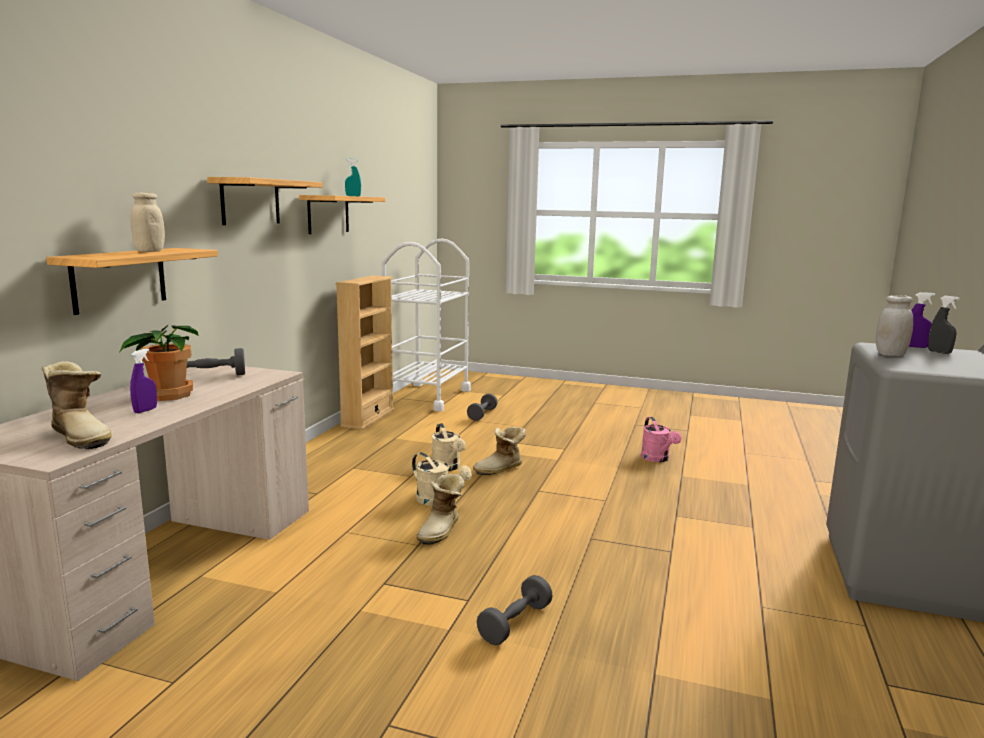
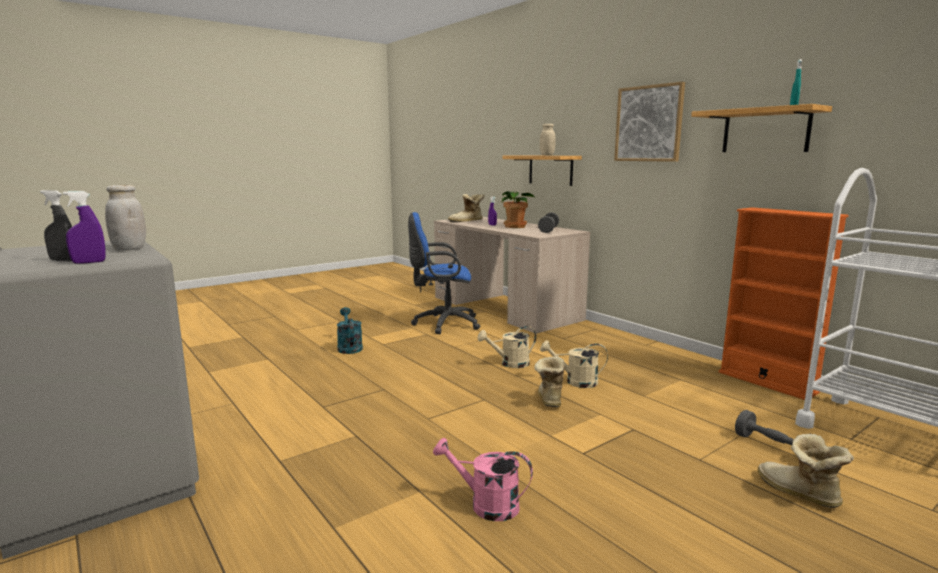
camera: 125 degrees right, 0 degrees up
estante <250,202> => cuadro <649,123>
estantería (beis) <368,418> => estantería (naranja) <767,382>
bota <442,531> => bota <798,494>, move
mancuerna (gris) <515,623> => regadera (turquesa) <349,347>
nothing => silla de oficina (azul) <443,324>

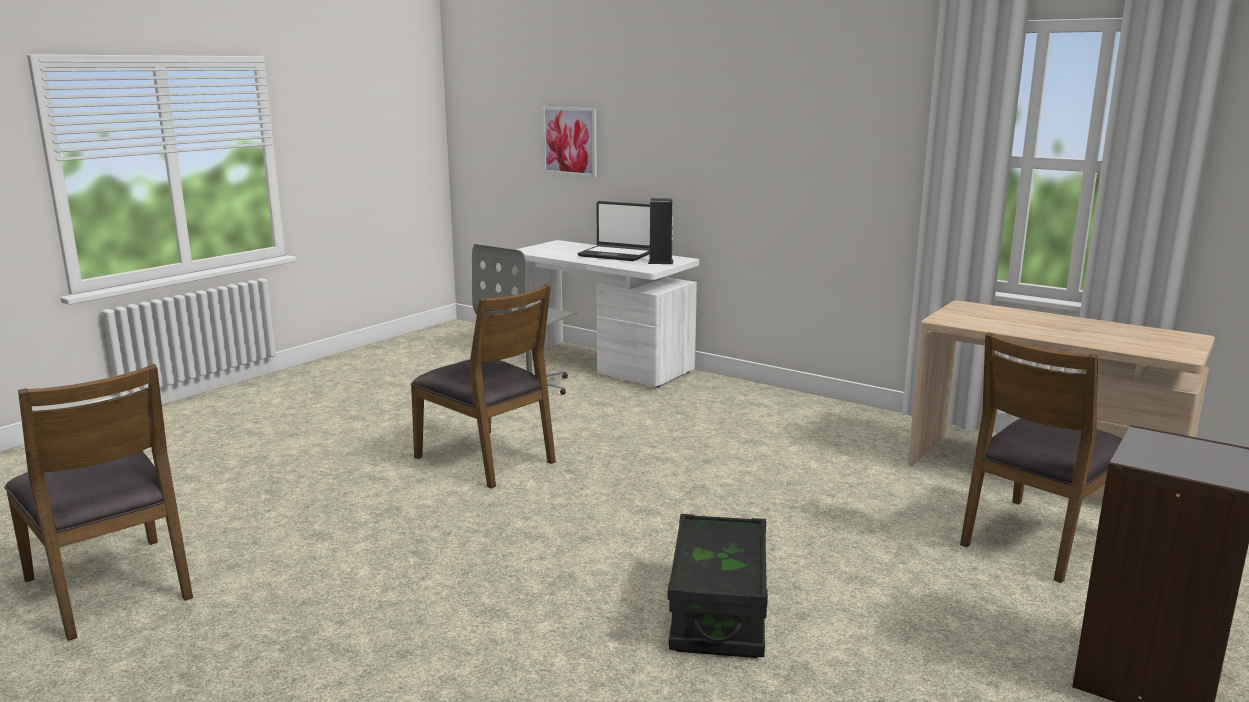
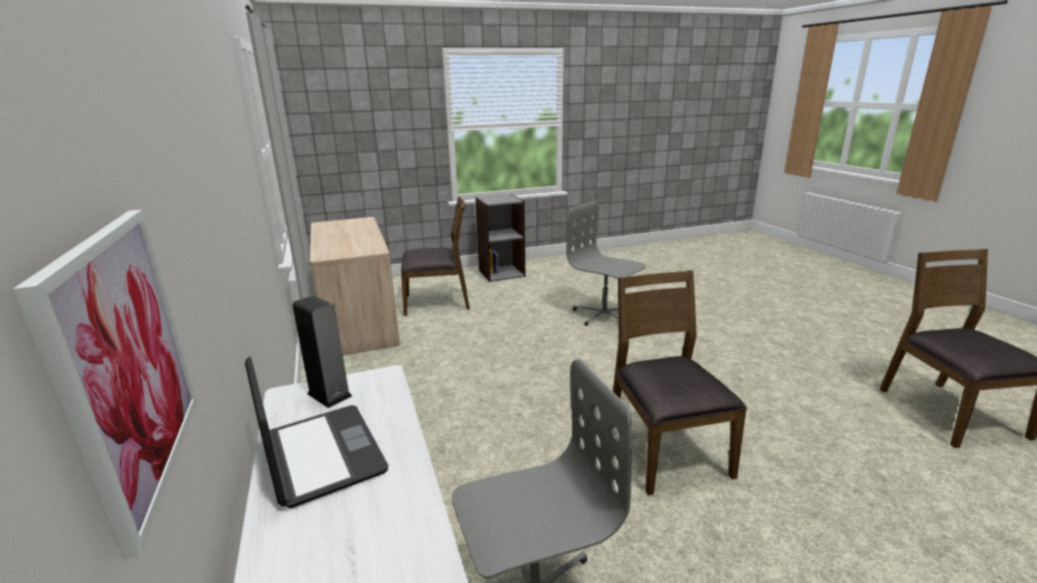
camera: 145 degrees left, 5 degrees up
caja de almacenaje (negro) <718,612> => silla de oficina (gris) <604,315>

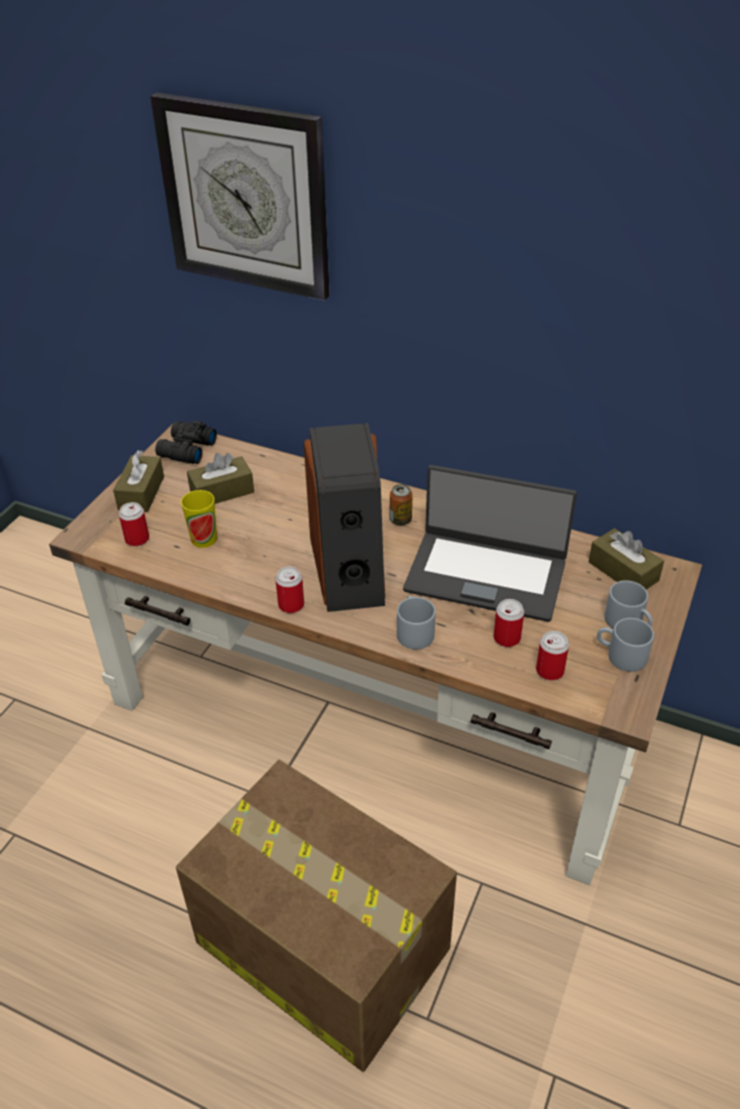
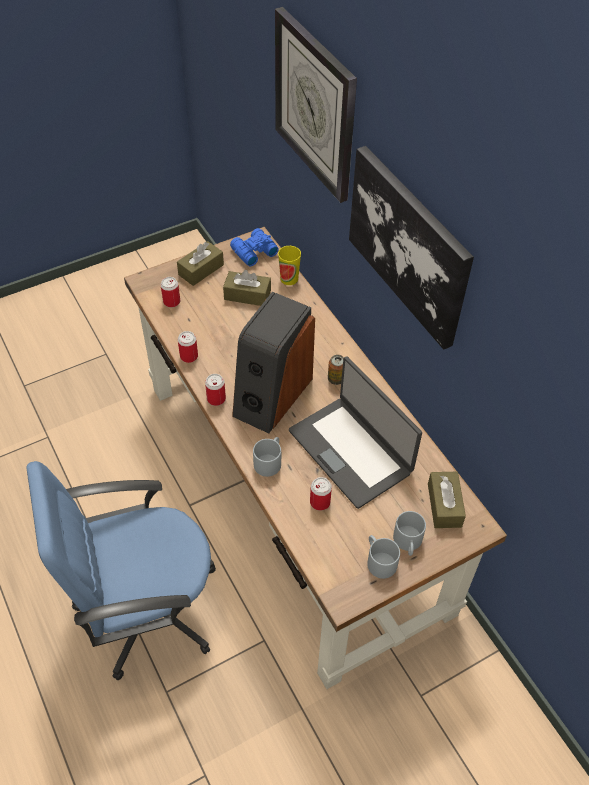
camera: 35 degrees right, 10 degrees up
prismáticos (negro) <185,450> => prismáticos (azul) <253,252>
caja de cartón <319,943> => silla de oficina (azul) <146,608>
taza <204,539> => taza <289,278>, move
lata <549,670> => lata <189,356>, move
nothing => cuadro <409,245>

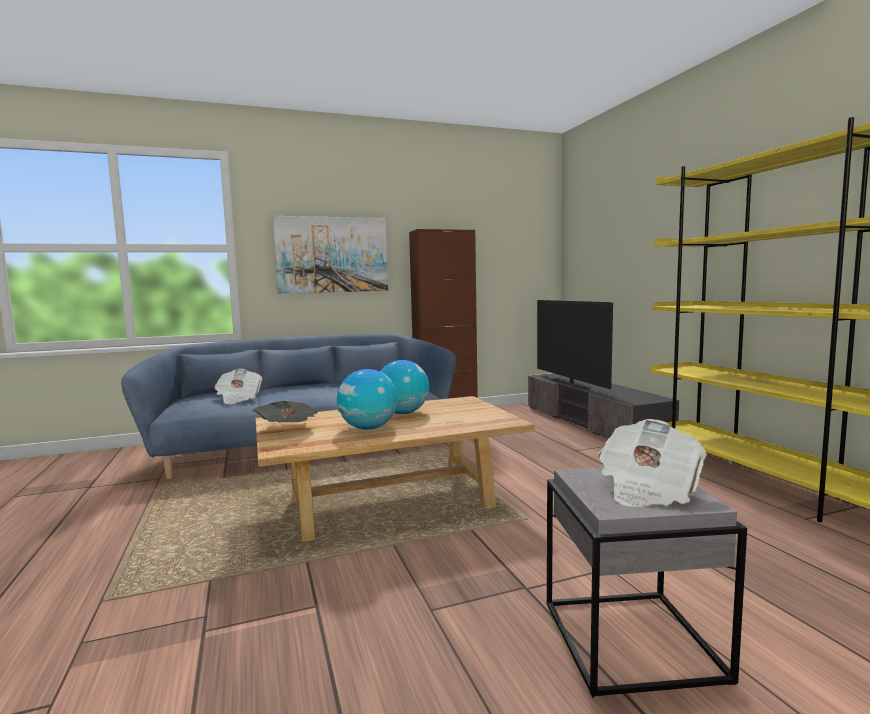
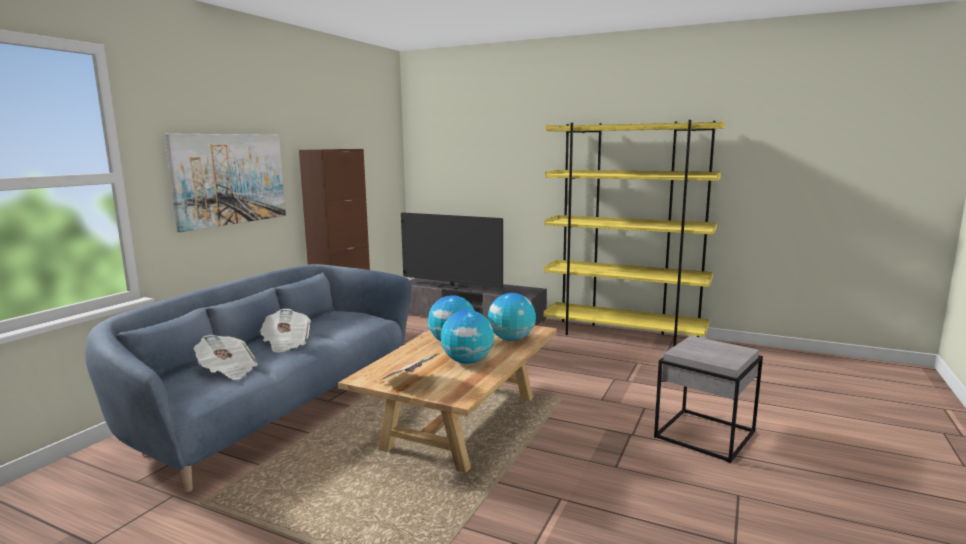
camera: 45 degrees left, 5 degrees up
periódico <647,489> => periódico <286,343>, move
nothing => globo terráqueo <511,339>

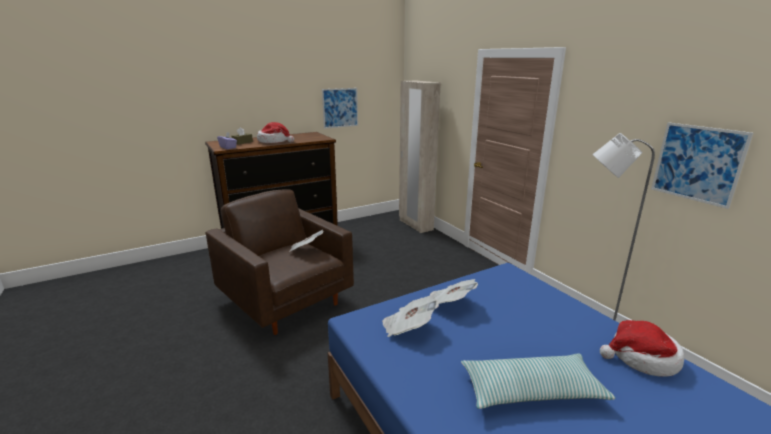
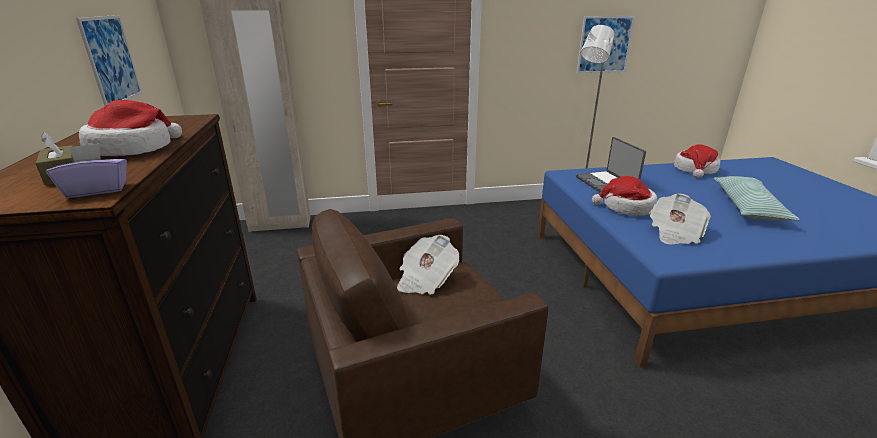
camera: 70 degrees left, 5 degrees up
periódico <449,303> => sombrero <626,207>
nothing => portátil <606,183>

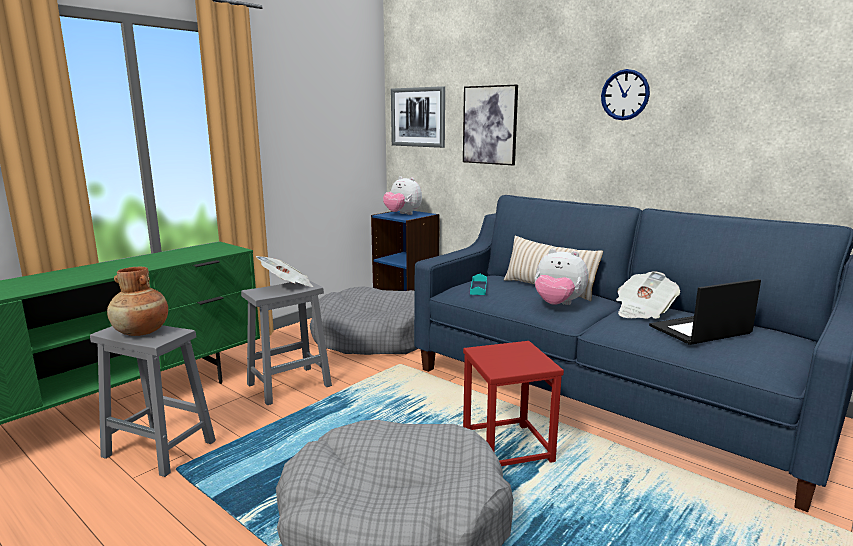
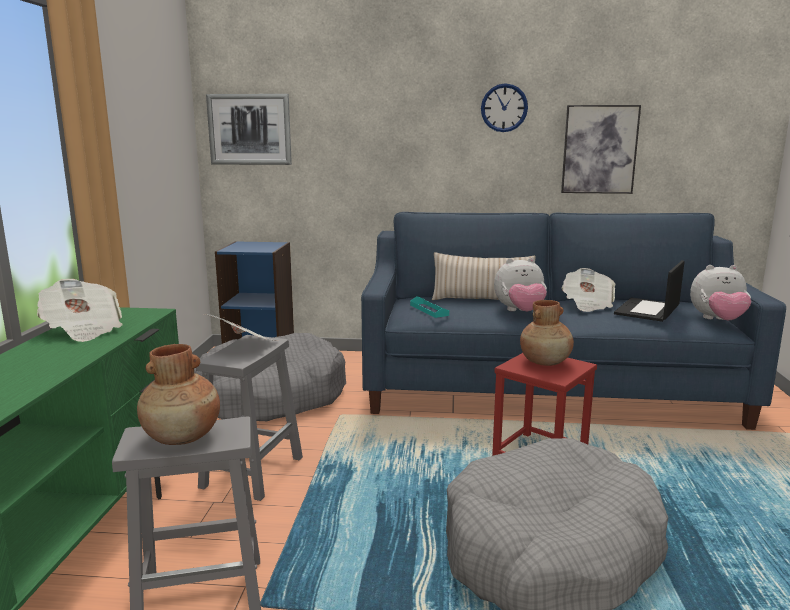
camera: 35 degrees left, 0 degrees up
peluche <402,214> => peluche <717,320>, move
cuadro <490,125> => cuadro <599,149>, move
nothing => periódico <83,330>
nothing => florero (marrón) <545,362>

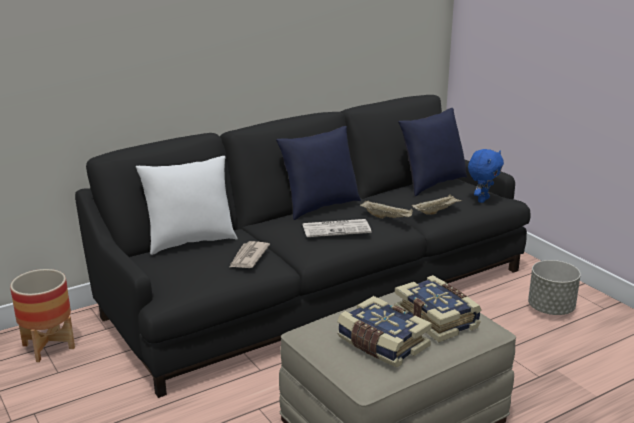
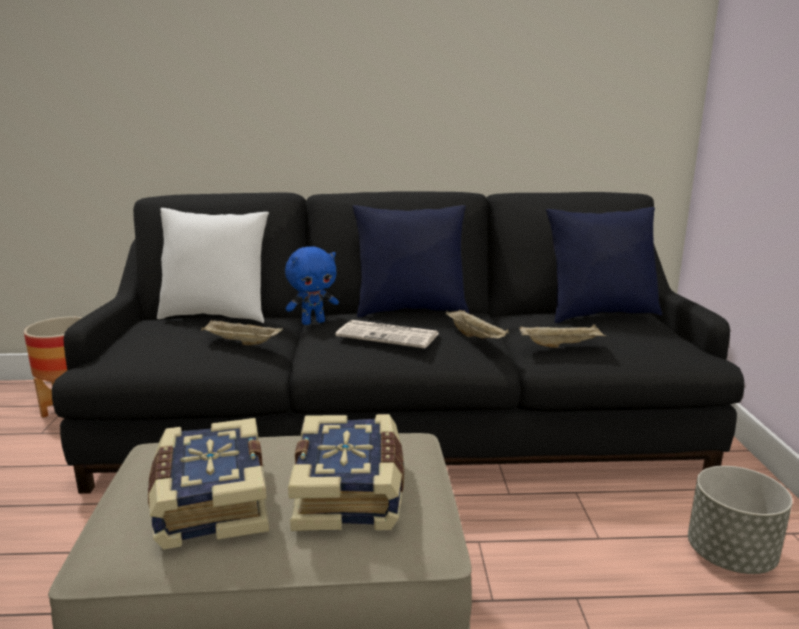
camera: 30 degrees right, 5 degrees down
periódico <248,257> => bandeja (beis) <240,343>
peluche (azul) <482,200> => peluche (azul) <313,322>, move

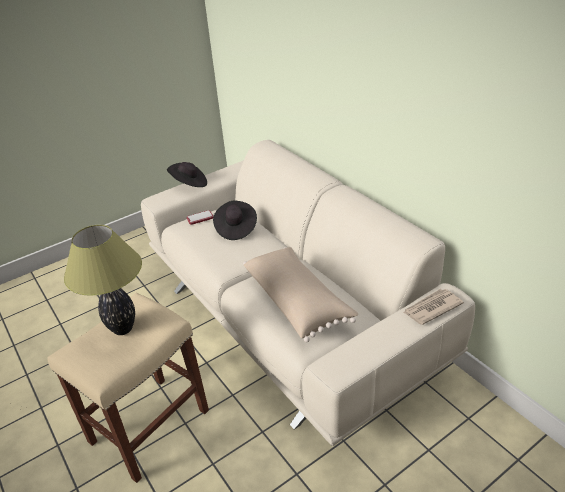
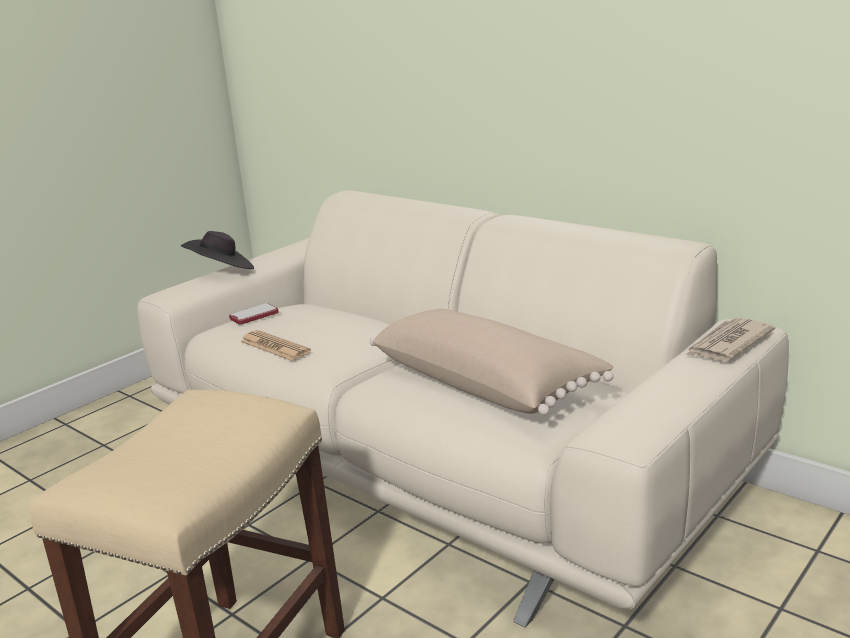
camera: 15 degrees left, 15 degrees down
lámpara de mesa <123,329> => nothing
sombrero (negro) <235,228> => nothing
nothing => periódico <274,346>

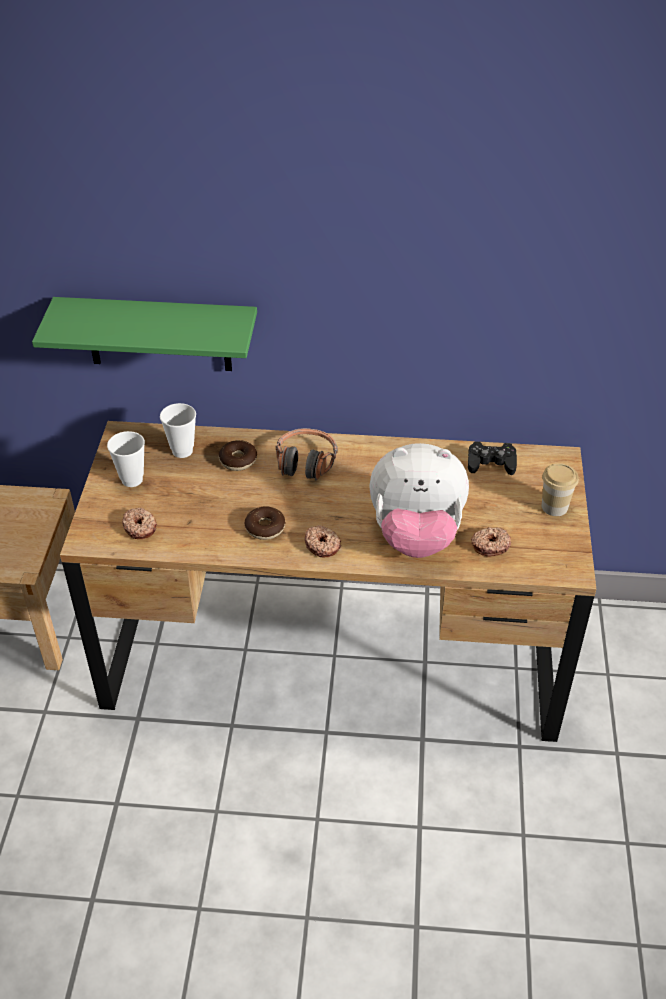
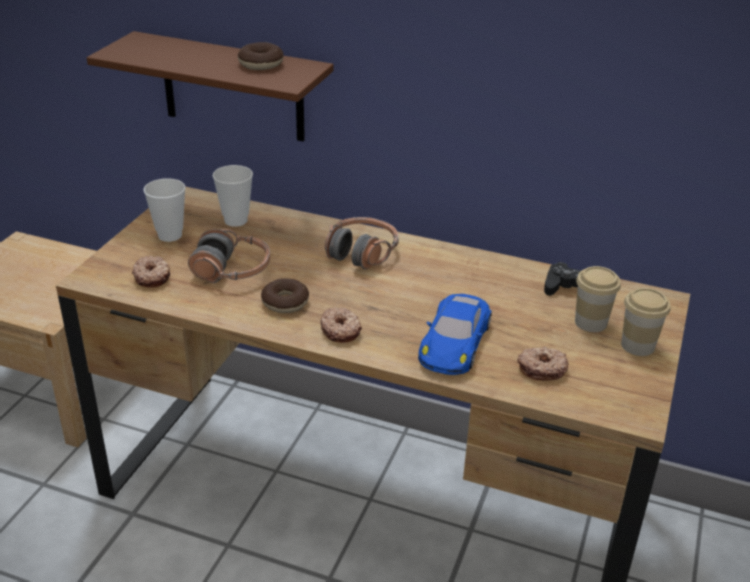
camera: 15 degrees right, 10 degrees down
estante (verde) <158,334> => estante (marrón) <233,88>
rosquilla <238,460> => rosquilla <261,64>, move
peluche <416,535> => coche de juguete (azul) <455,342>
nothing => auriculares <232,270>
nothing => taza <590,322>

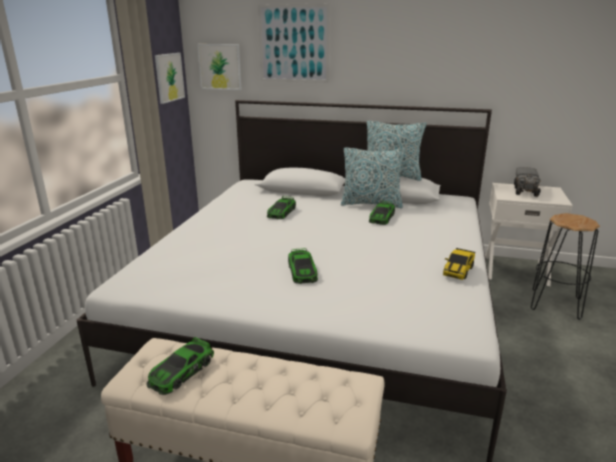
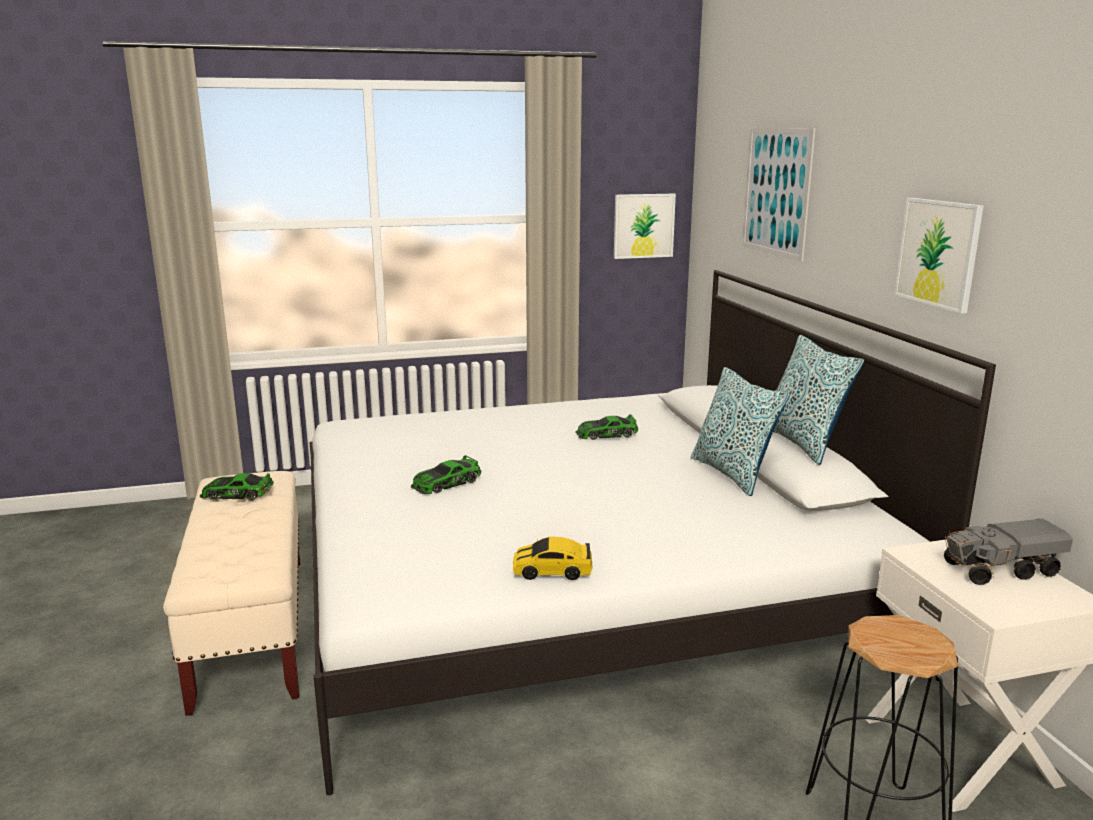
camera: 60 degrees right, 5 degrees down
cuadro <220,66> => cuadro <938,253>, move
coche de juguete <382,217> => nothing

